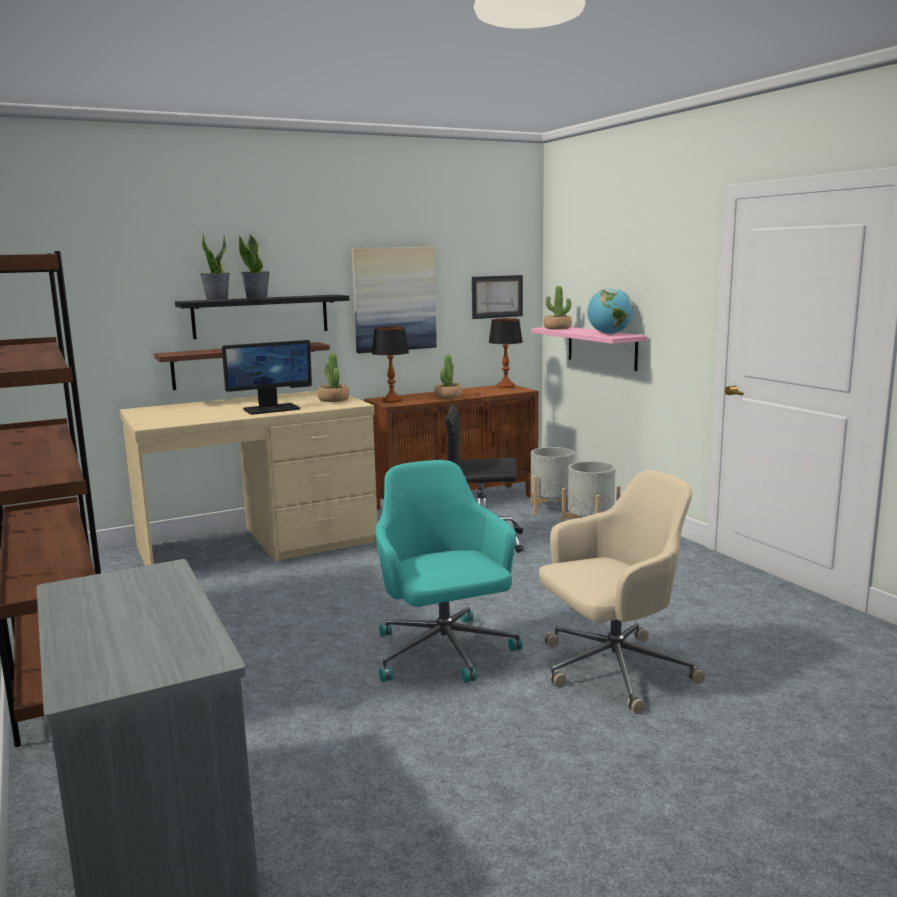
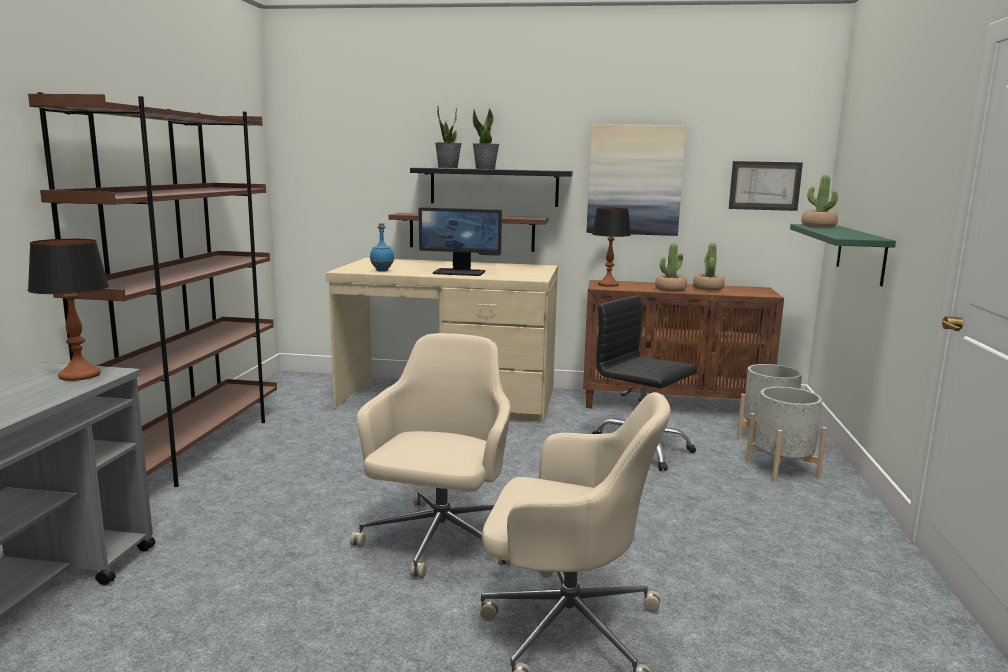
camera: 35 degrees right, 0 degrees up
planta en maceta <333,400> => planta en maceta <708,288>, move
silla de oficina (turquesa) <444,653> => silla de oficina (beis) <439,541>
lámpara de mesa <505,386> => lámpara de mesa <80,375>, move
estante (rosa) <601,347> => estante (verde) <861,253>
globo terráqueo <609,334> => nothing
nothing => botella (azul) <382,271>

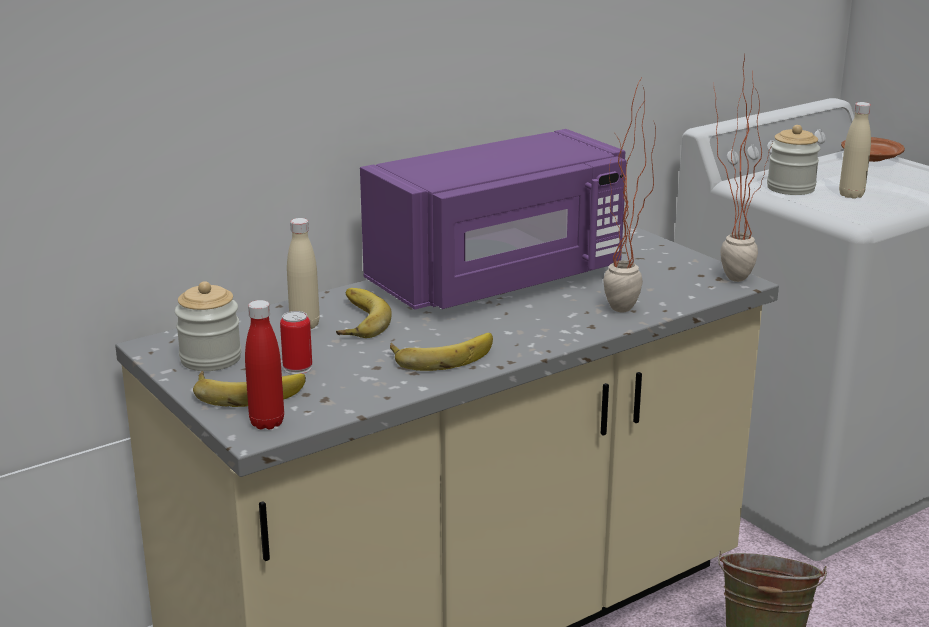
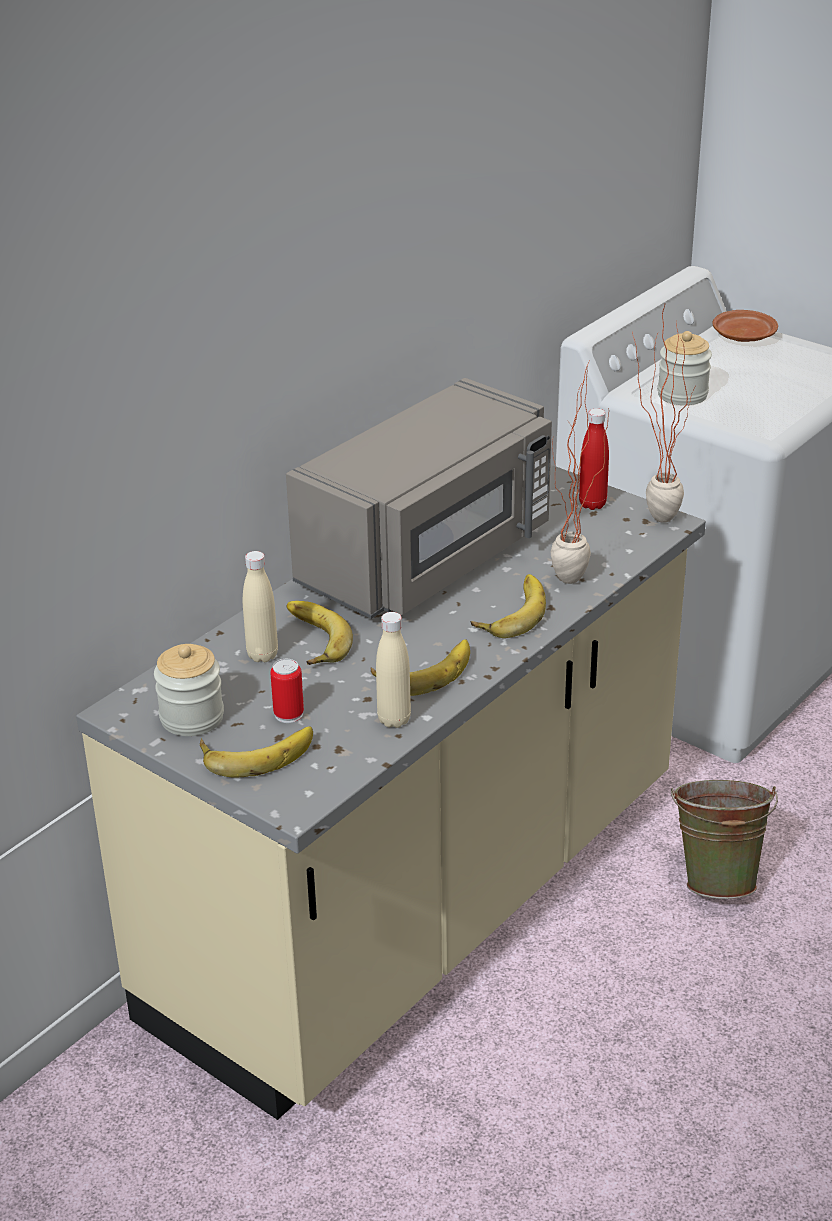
camera: 15 degrees left, 10 degrees up
botella (rojo) <267,423> => botella (rojo) <592,504>, move
microondas (morado) <501,279> => microondas (gris) <430,557>
botella (beis) <851,195> => botella (beis) <394,720>, move
nothing => plátano <510,612>

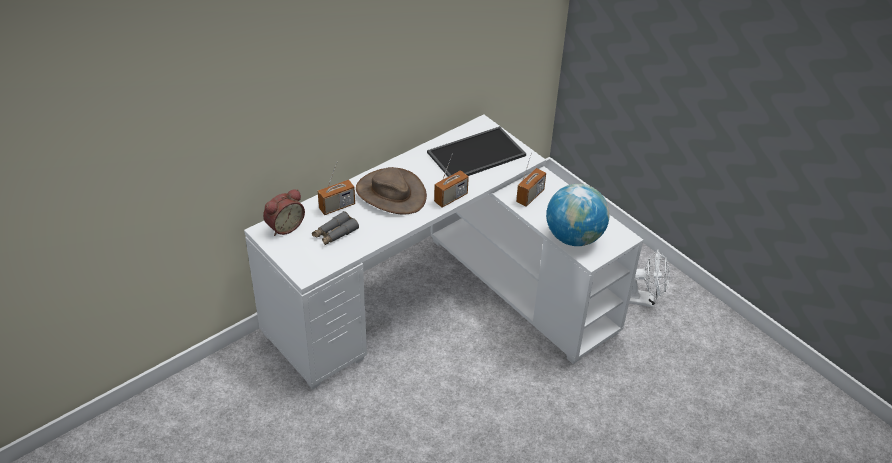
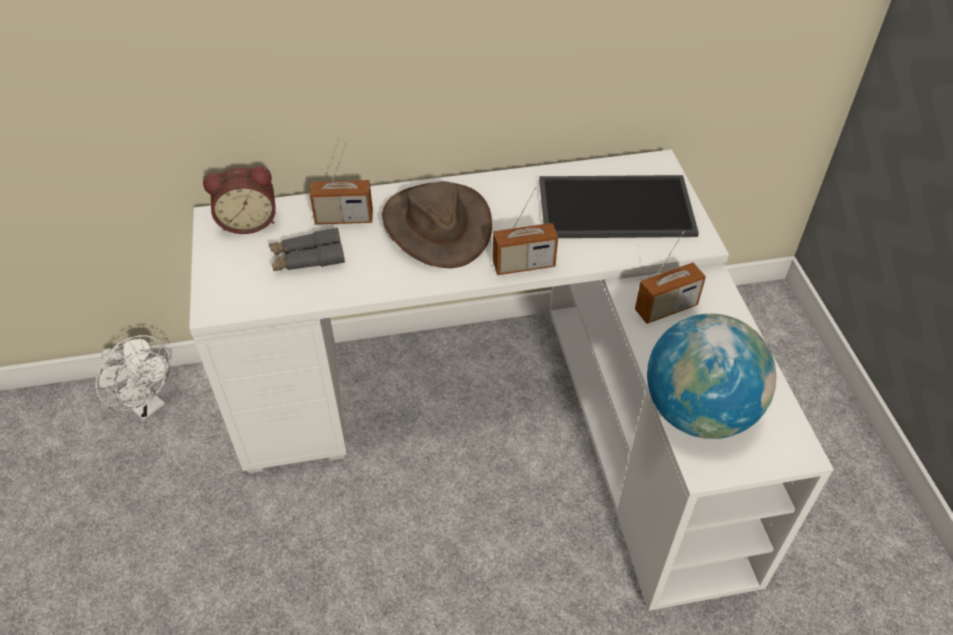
camera: 30 degrees right, 5 degrees up
ventilador (blanco) <644,300> => ventilador (blanco) <146,405>, move

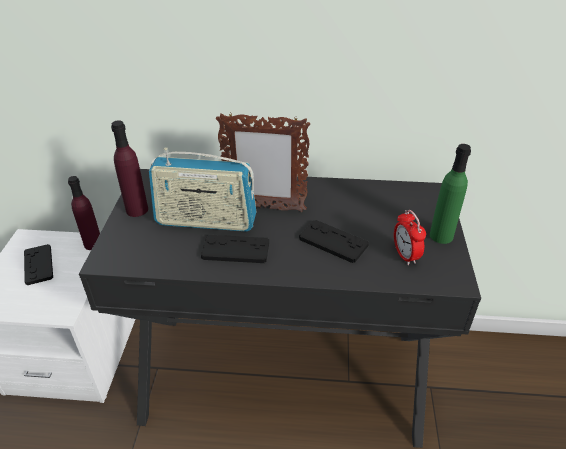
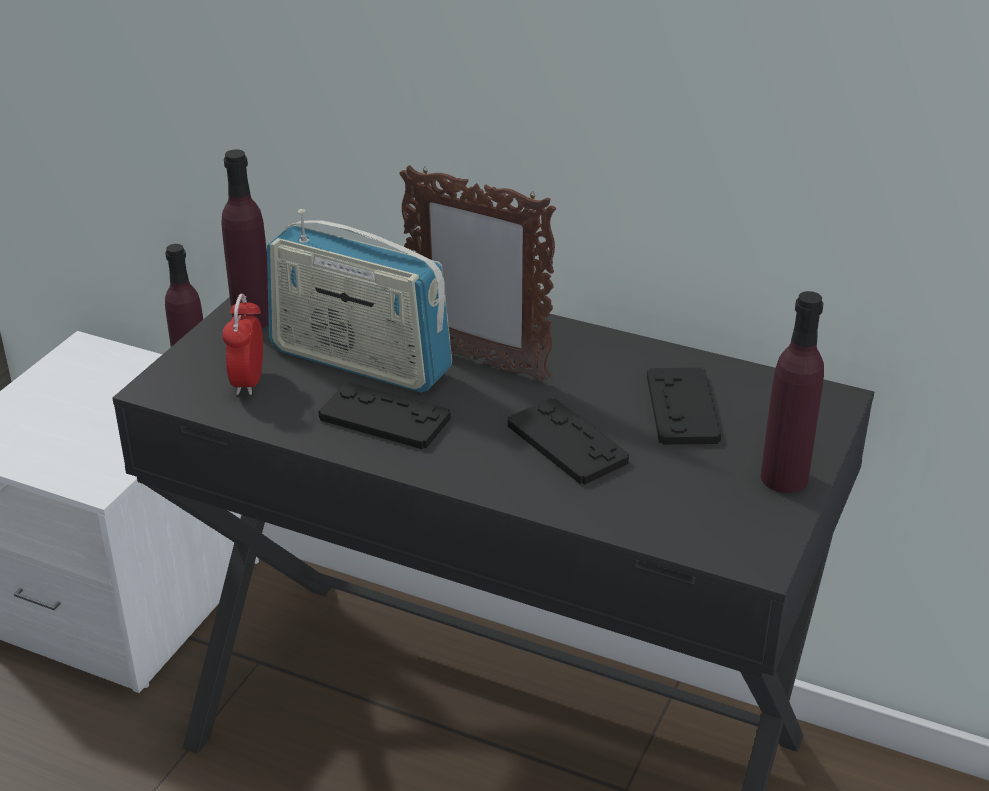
camera: 20 degrees right, 5 degrees down
mando de consola (negro) <38,265> => mando de consola (negro) <682,408>, move
despertador <405,255> => despertador <248,381>, move
botella (verde) <441,236> => botella (morado) <784,478>

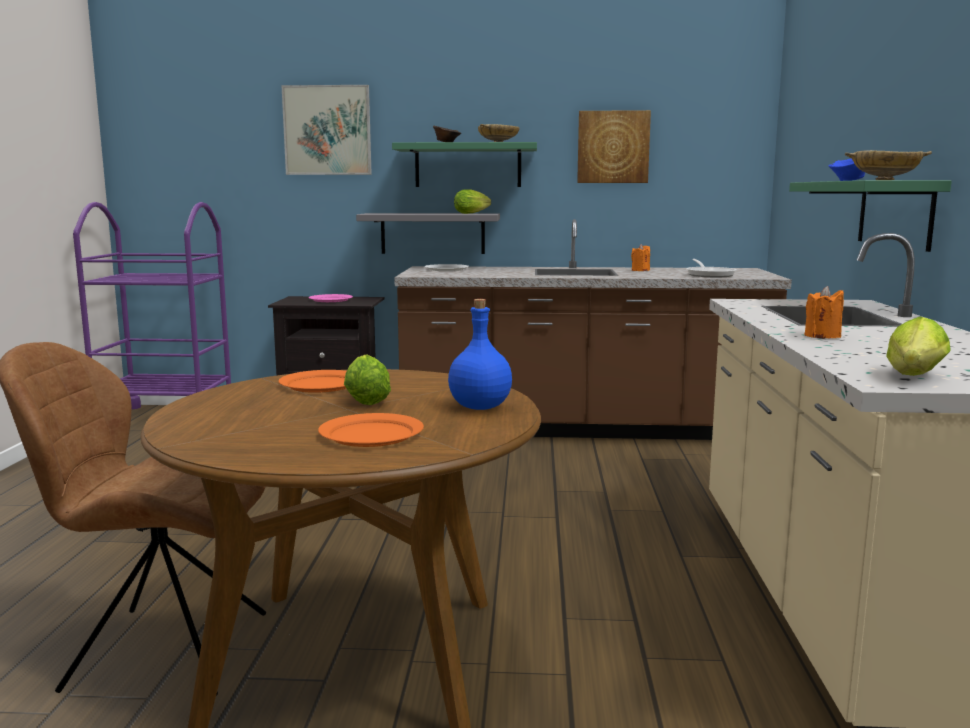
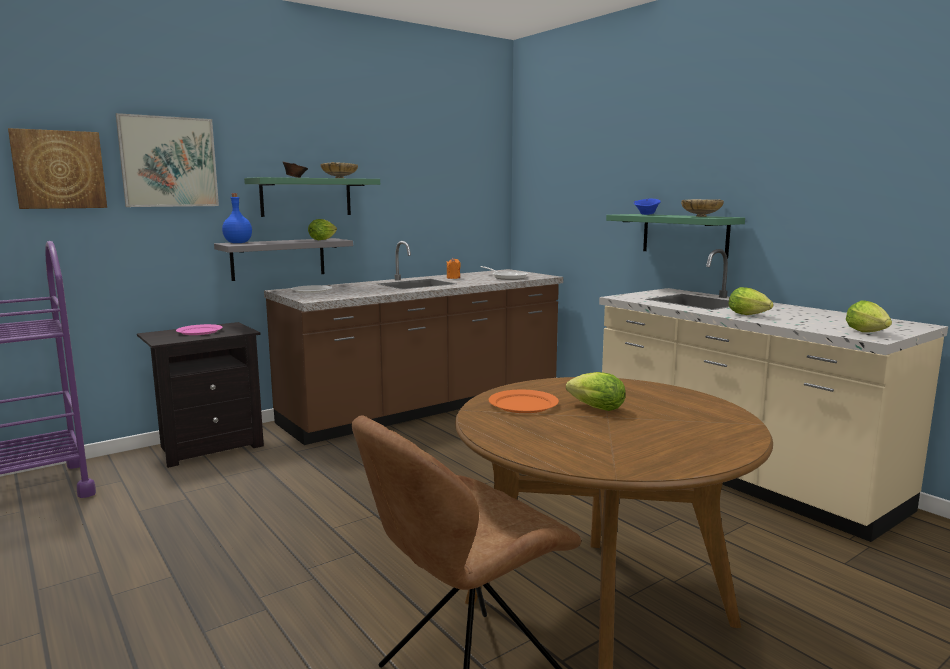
camera: 40 degrees left, 0 degrees up
plato (naranja) <372,434> => nothing
botella (azul) <479,407> => botella (azul) <237,243>, move
cuadro <613,147> => cuadro <59,169>, move
vela (naranja) <822,336> => lechuga <750,315>

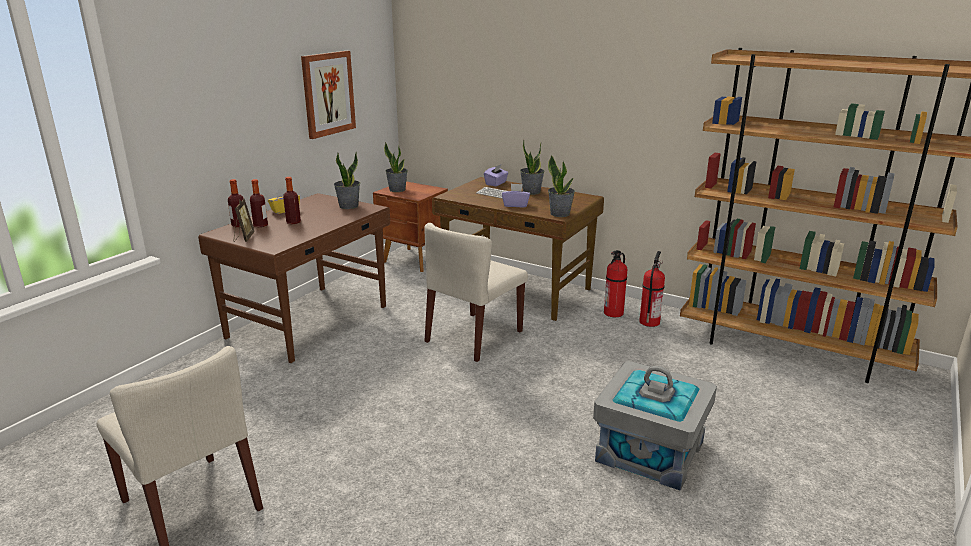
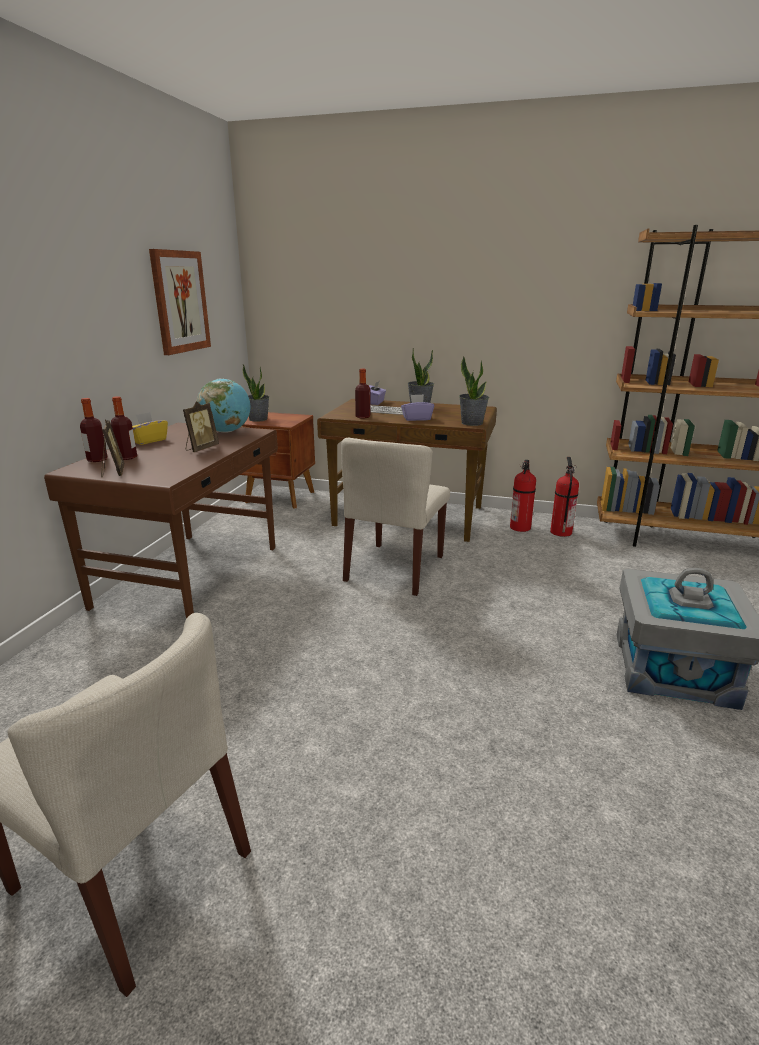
camera: 15 degrees left, 0 degrees up
botella <293,222> => botella <363,417>, move
planta en maceta <348,206> => globo terráqueo <226,431>
nothing => portarretratos <201,449>

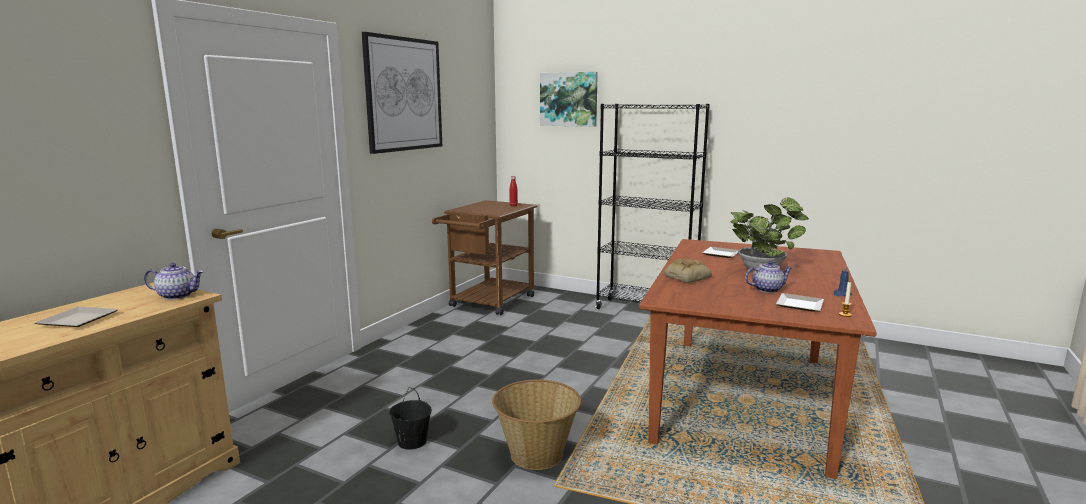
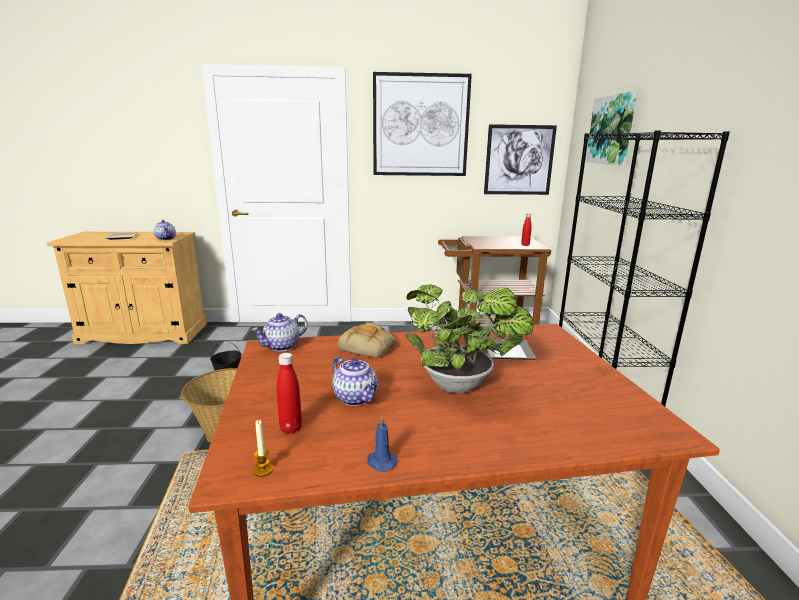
camera: 60 degrees right, 5 degrees up
plato <801,306> => botella (rojo) <291,429>
nothing => tetera <282,346>
nothing => cuadro <519,160>

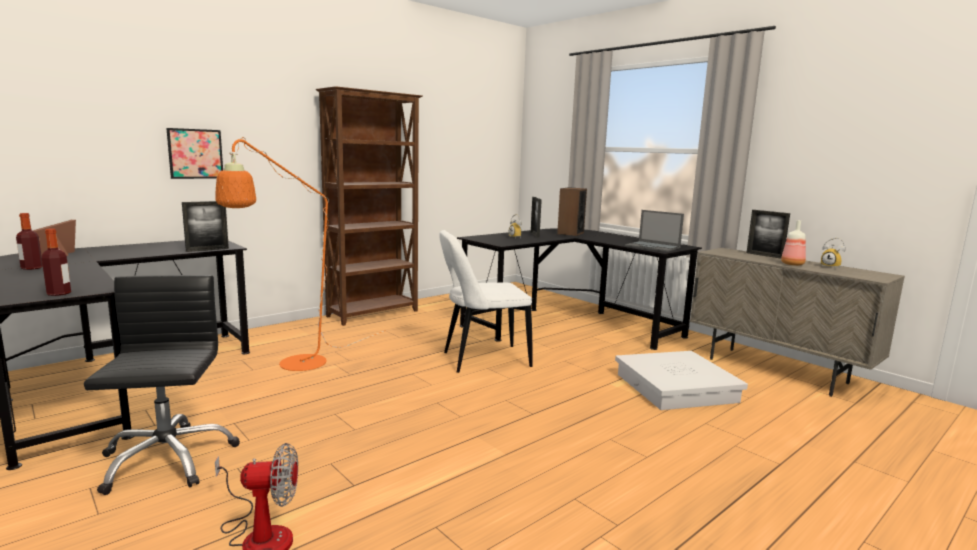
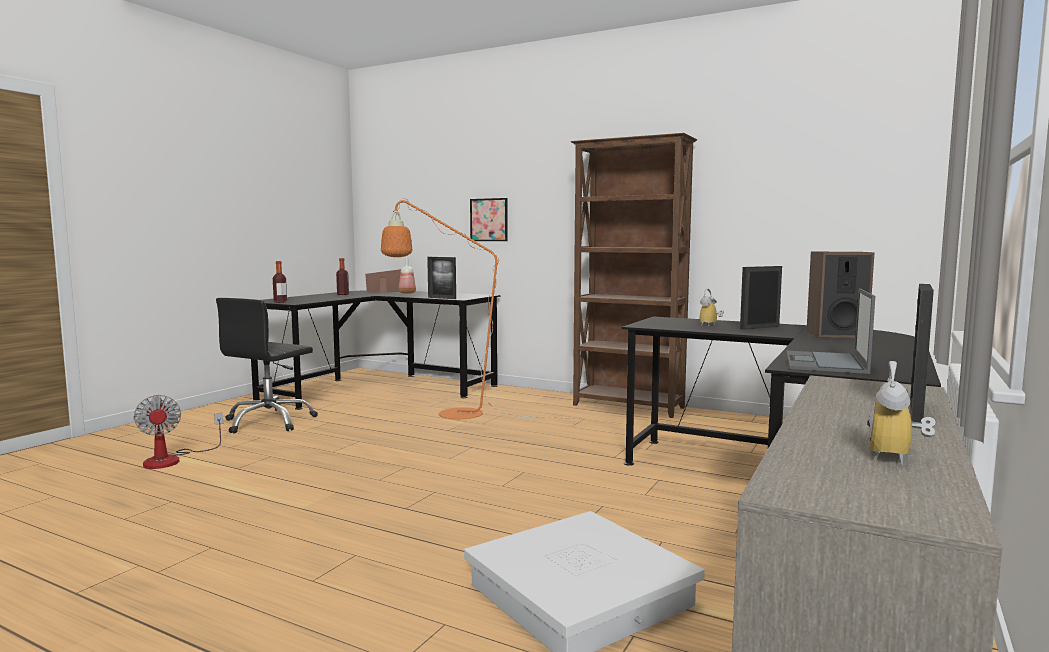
camera: 70 degrees right, 5 degrees down
silla de oficina (negro) <167,459> => silla de oficina (negro) <269,422>, 150 degrees clockwise
silla (blanco) <482,360> => nothing
botella <793,264> => botella <407,293>, move

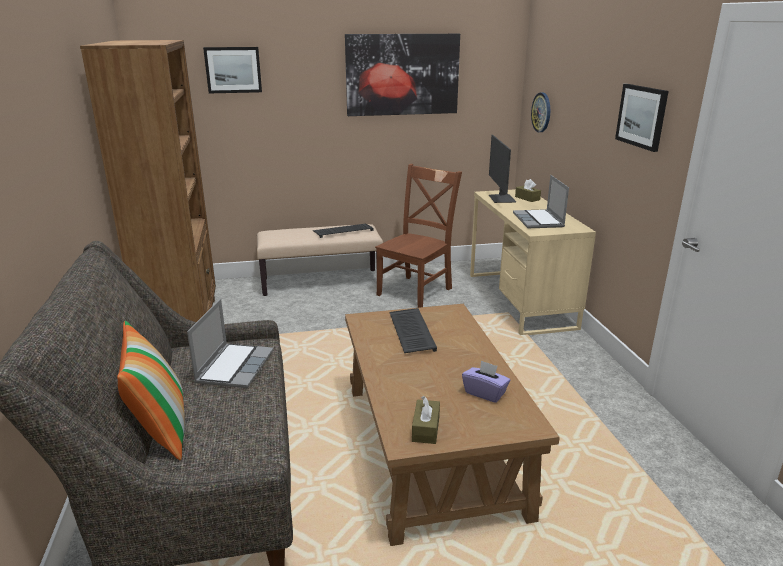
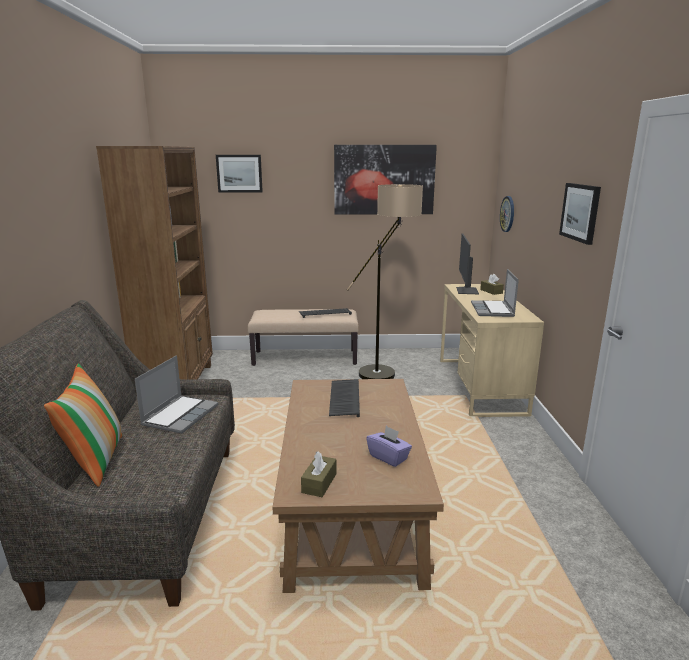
camera: 10 degrees right, 5 degrees down
silla (marrón) <416,290> => lámpara de pie <386,370>

